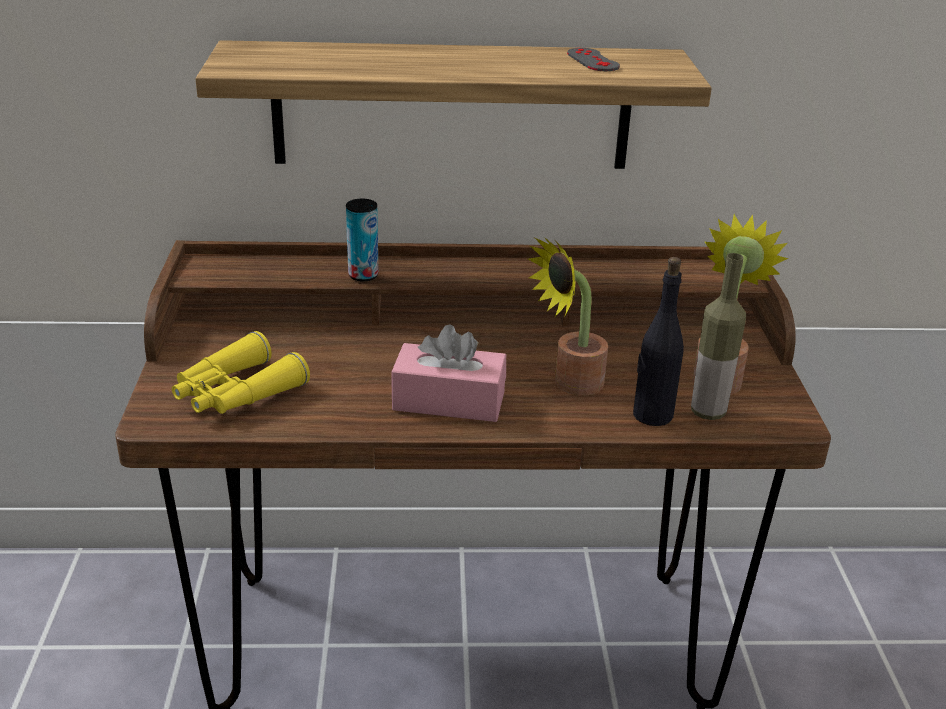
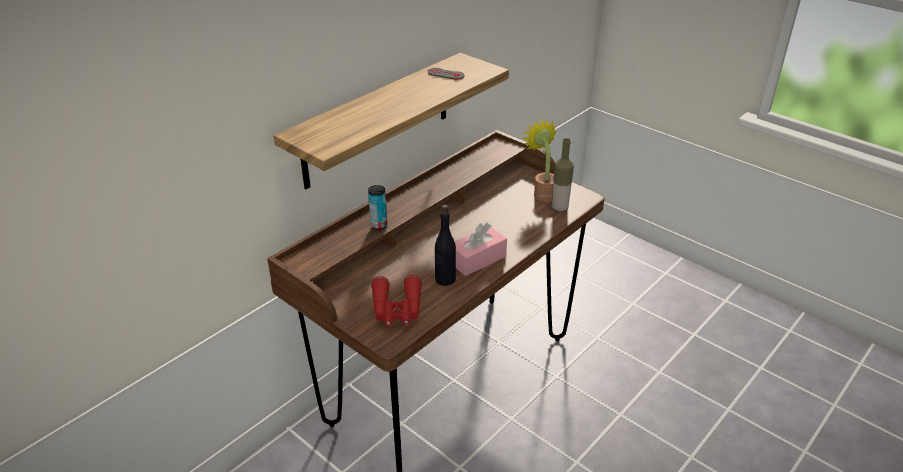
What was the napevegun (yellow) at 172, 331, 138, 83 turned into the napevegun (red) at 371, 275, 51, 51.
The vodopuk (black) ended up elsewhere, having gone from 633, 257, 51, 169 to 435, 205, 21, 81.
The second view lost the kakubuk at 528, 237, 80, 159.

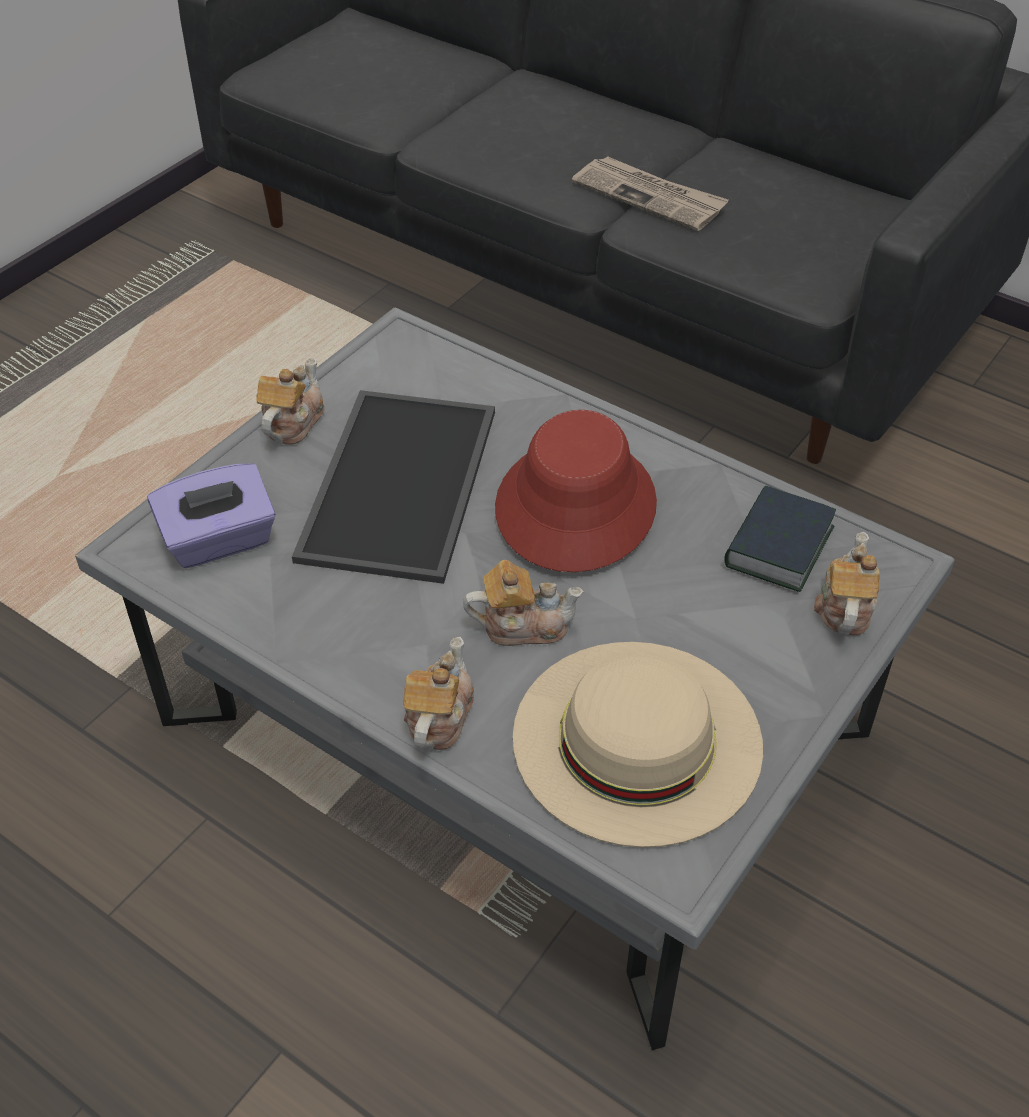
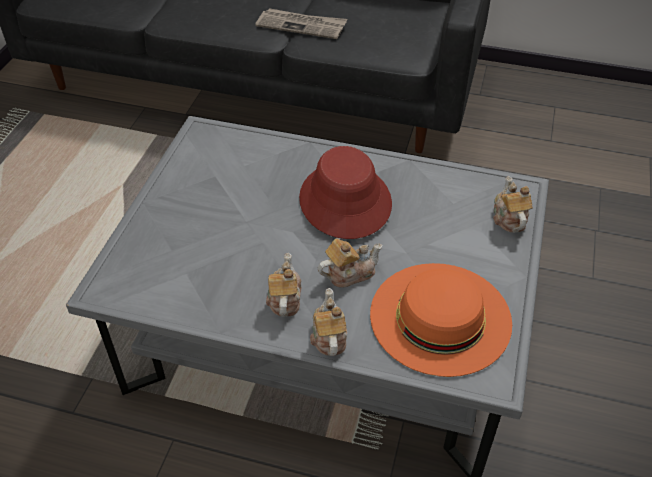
The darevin ended up elsewhere, having gone from 257, 358, 67, 86 to 266, 253, 35, 64.
What was the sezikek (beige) at 513, 642, 250, 206 turned into the sezikek (orange) at 370, 263, 142, 114.
The second view lost the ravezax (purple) at 147, 463, 129, 105.
The second view lost the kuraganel at 292, 390, 203, 194.
The second view lost the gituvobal at 724, 486, 112, 106.

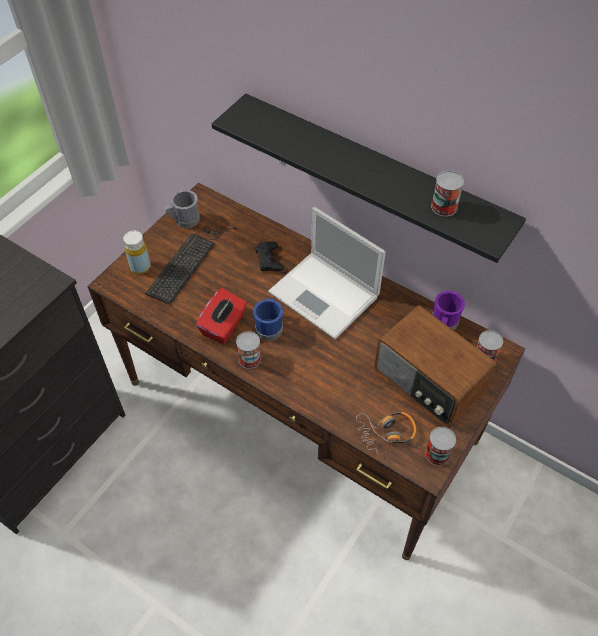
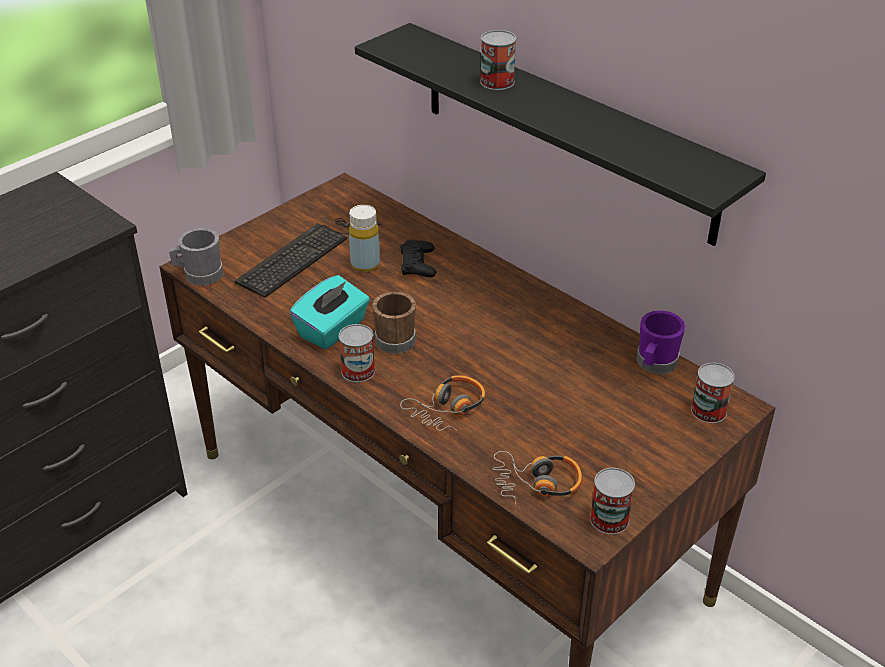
The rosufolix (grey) ended up elsewhere, having gone from 165, 190, 35, 38 to 169, 228, 54, 58.
What was the ravezax (red) at 196, 288, 51, 56 turned into the ravezax (turquoise) at 290, 275, 80, 74.
The vodopuk (yellow) ended up elsewhere, having gone from 123, 231, 28, 43 to 349, 205, 31, 67.
What was the rosufolix (blue) at 253, 298, 30, 43 turned into the rosufolix (brown) at 372, 292, 44, 62.
The second view gained the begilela at 400, 375, 85, 56.
The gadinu ended up elsewhere, having gone from 431, 171, 33, 46 to 480, 30, 36, 60.
The second view lost the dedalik at 268, 207, 118, 132.
The second view lost the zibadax at 374, 305, 122, 122.

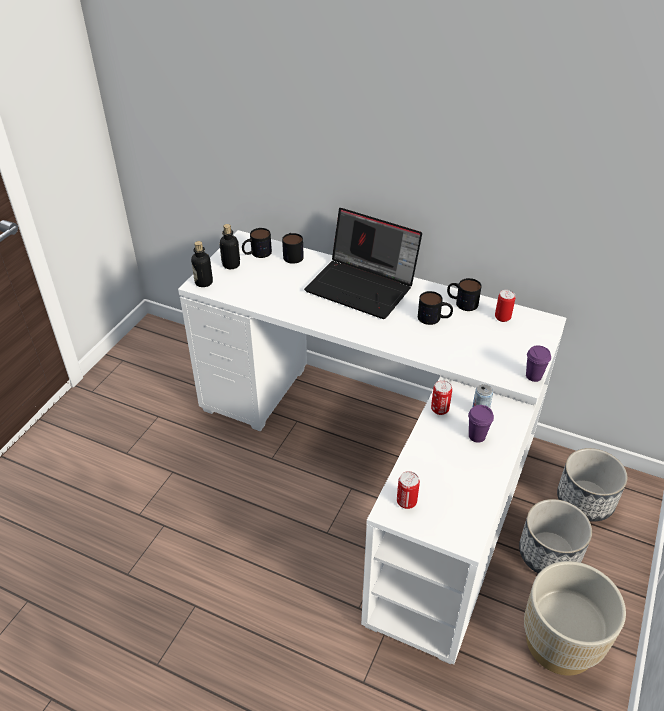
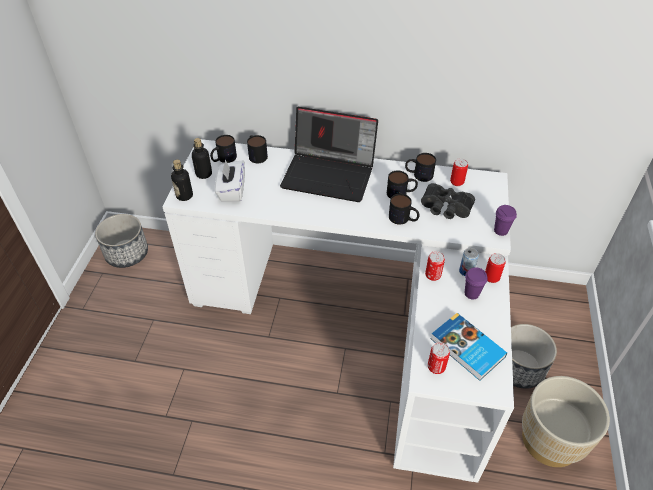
The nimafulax ended up elsewhere, having gone from 557, 448, 71, 73 to 95, 214, 53, 54.
The second view gained the ravezax (white) at 215, 160, 30, 42.
The second view gained the rosufolix at 389, 194, 31, 31.
The second view gained the napevegun (black) at 421, 183, 54, 36.
The second view gained the gituvobal at 431, 313, 76, 68.
The second view gained the gadinu at 485, 253, 21, 30.

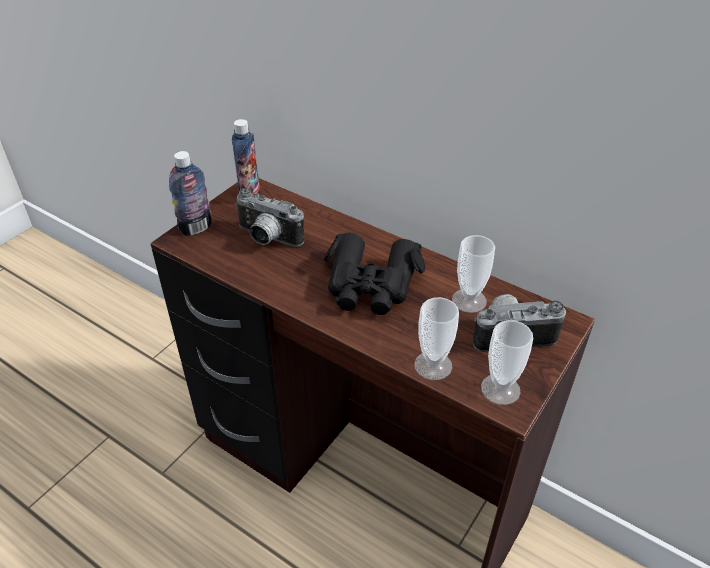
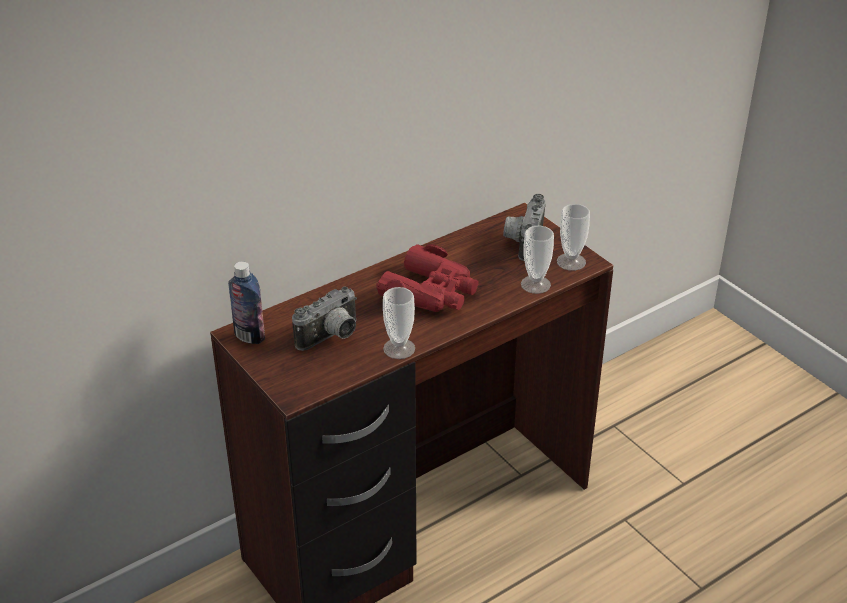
What was the napevegun (black) at 324, 233, 101, 82 turned into the napevegun (red) at 376, 244, 103, 68.
The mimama ended up elsewhere, having gone from 452, 235, 43, 78 to 383, 287, 32, 72.
The second view lost the vodopuk at 169, 151, 43, 85.

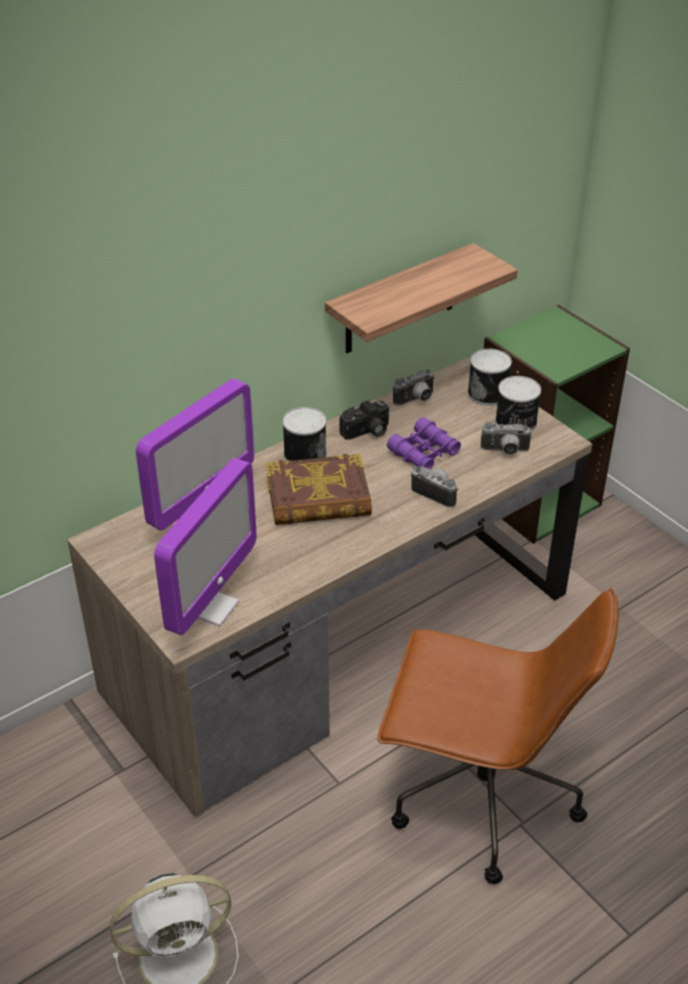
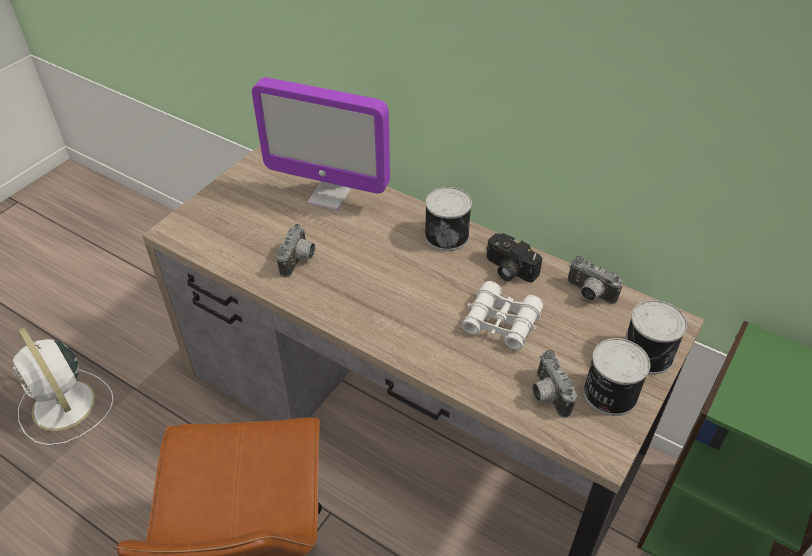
The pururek ended up elsewhere, having gone from 411, 467, 48, 40 to 276, 224, 39, 54.
What was the napevegun (purple) at 387, 417, 74, 53 turned into the napevegun (white) at 462, 281, 81, 69.
The second view lost the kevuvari at 154, 458, 103, 177.
The second view lost the gituvobal at 266, 454, 106, 71.
The second view lost the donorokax at 325, 243, 193, 110.

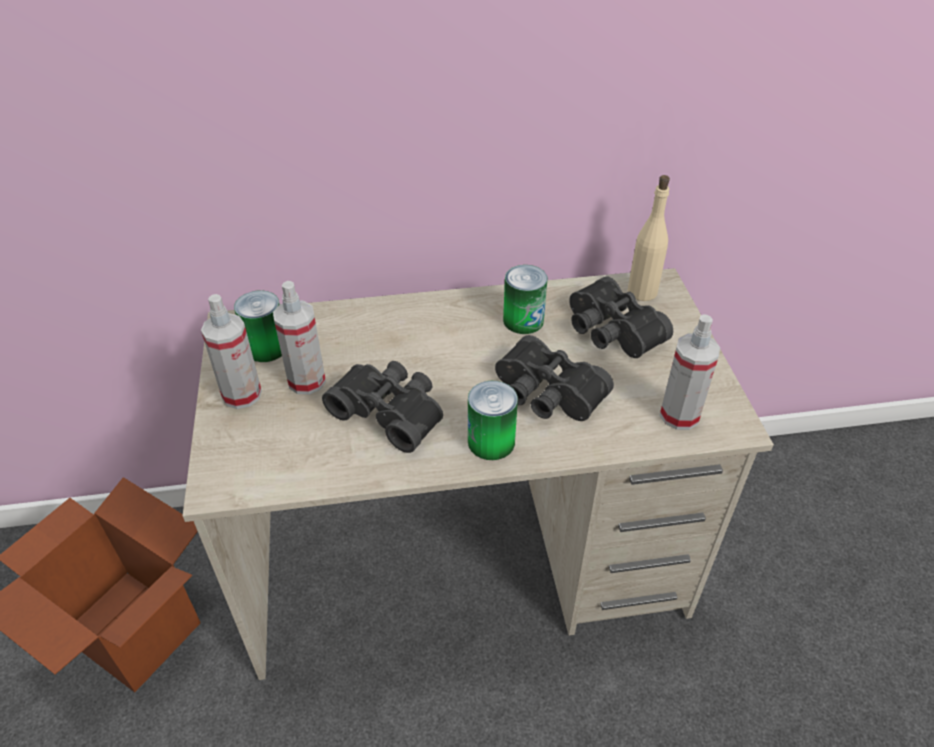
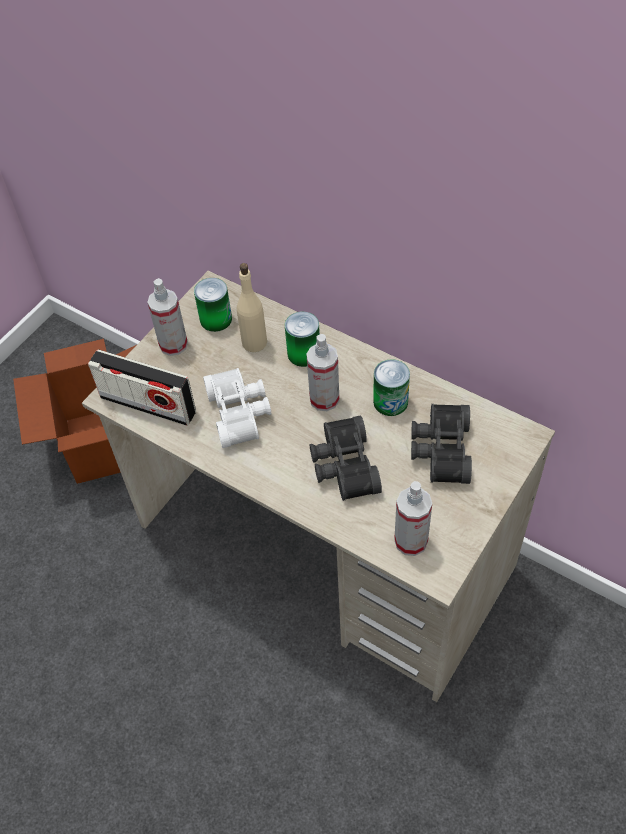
The second view gained the zibadax at 88, 349, 108, 77.
What was the napevegun (black) at 322, 361, 121, 92 turned into the napevegun (white) at 203, 368, 68, 80.
The vodopuk (beige) ended up elsewhere, having gone from 627, 175, 43, 126 to 237, 263, 30, 89.
The gadinu ended up elsewhere, having gone from 468, 381, 50, 79 to 285, 312, 35, 55.
The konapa ended up elsewhere, having gone from 273, 281, 53, 114 to 306, 334, 33, 77.

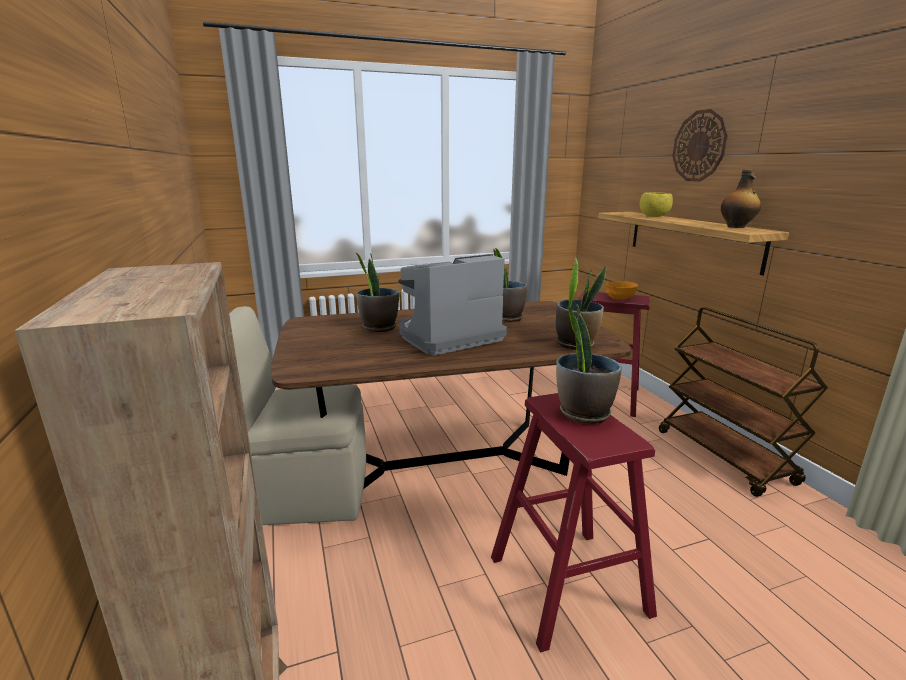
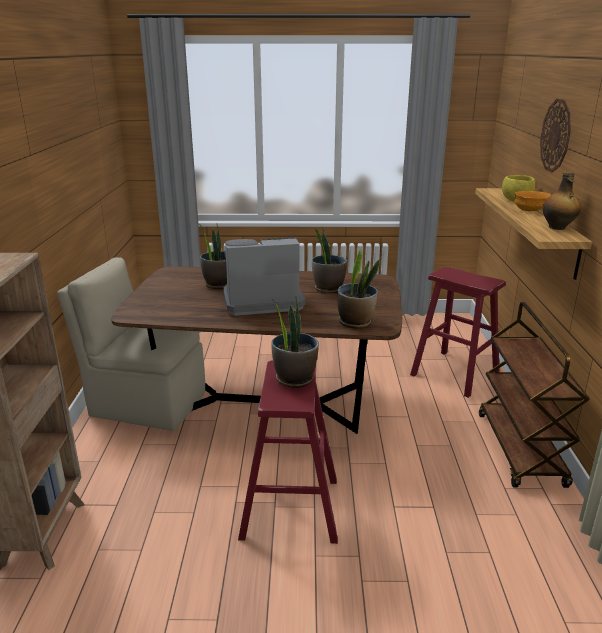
The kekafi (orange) ended up elsewhere, having gone from 605, 281, 33, 19 to 514, 191, 37, 20.

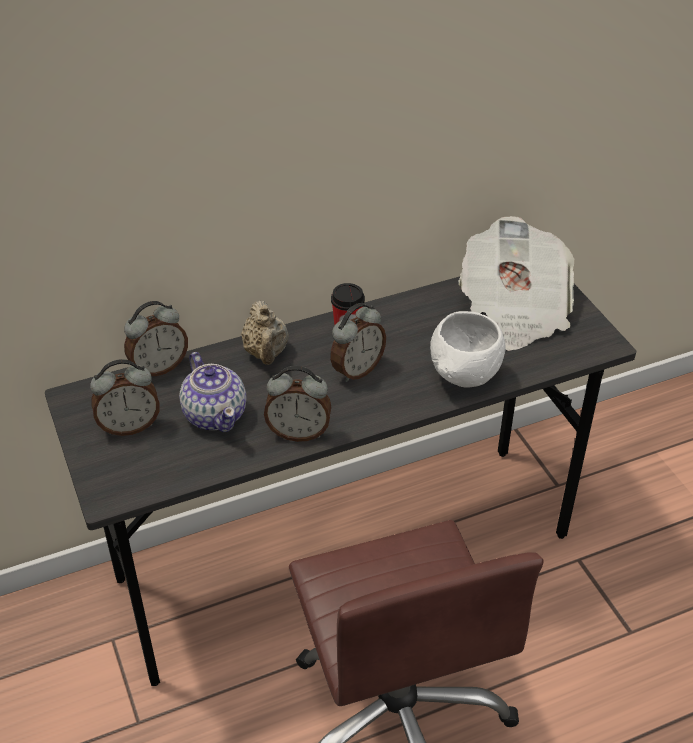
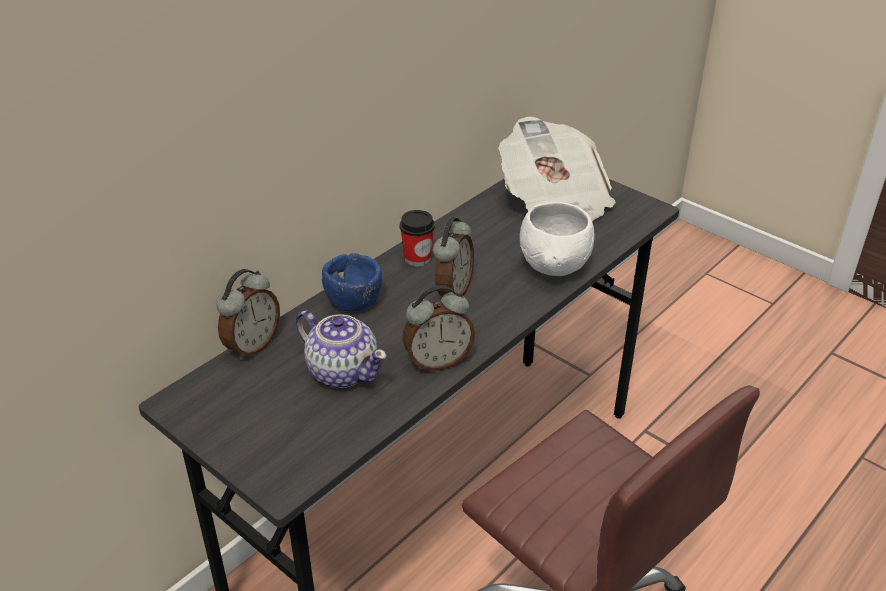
Where the darevin (beige) stood at 241, 301, 48, 64, the kekafi (blue) came to stand at 322, 253, 60, 58.
The second view lost the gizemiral at 90, 359, 70, 77.

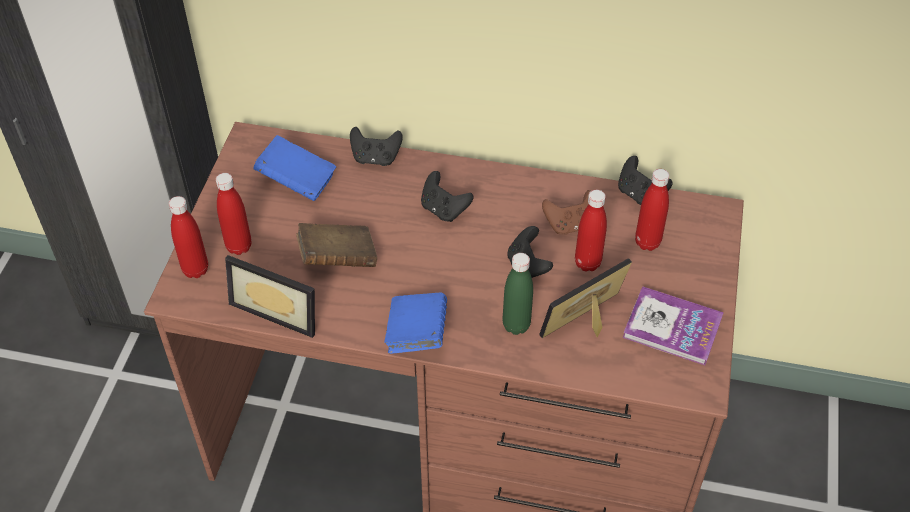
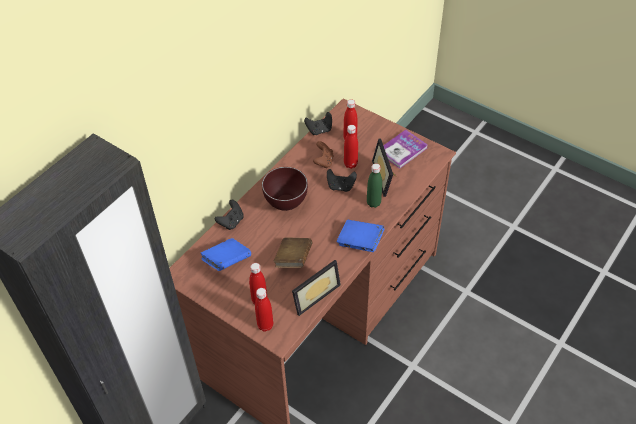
Where the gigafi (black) stood at 421, 171, 52, 51, the kekafi (brown) came to stand at 262, 167, 46, 44.

